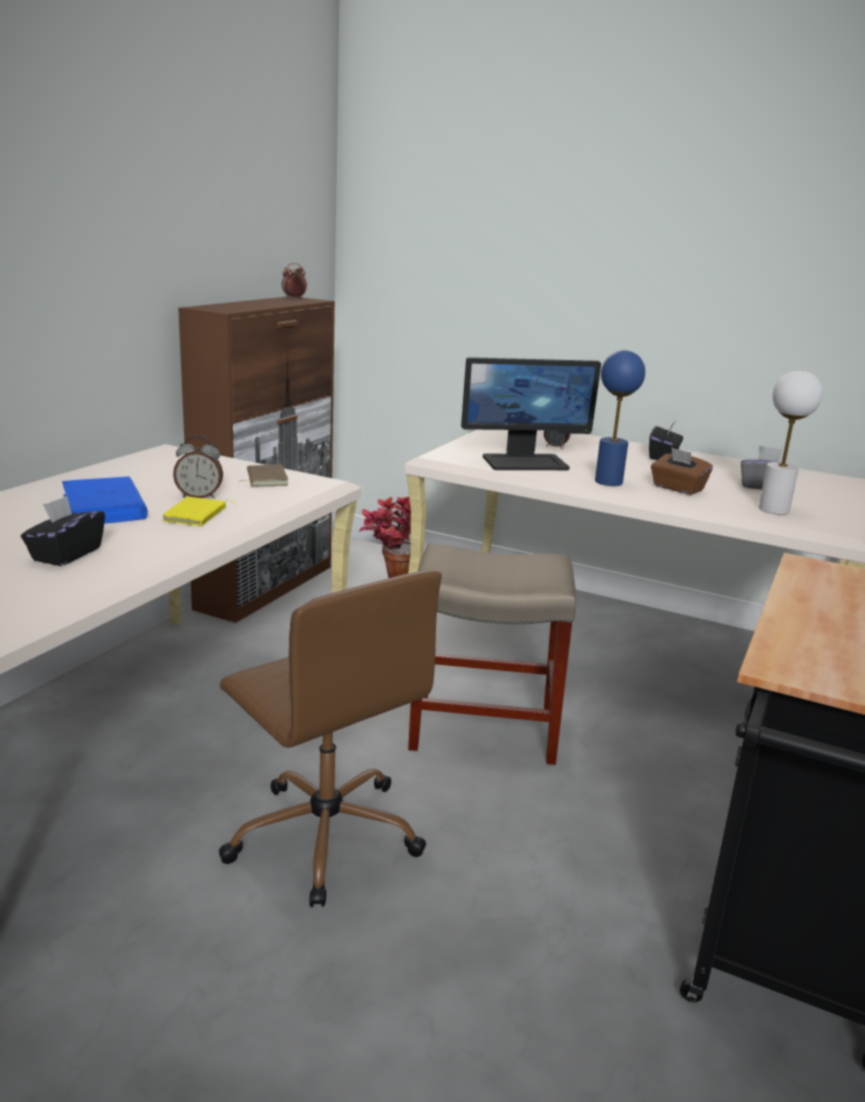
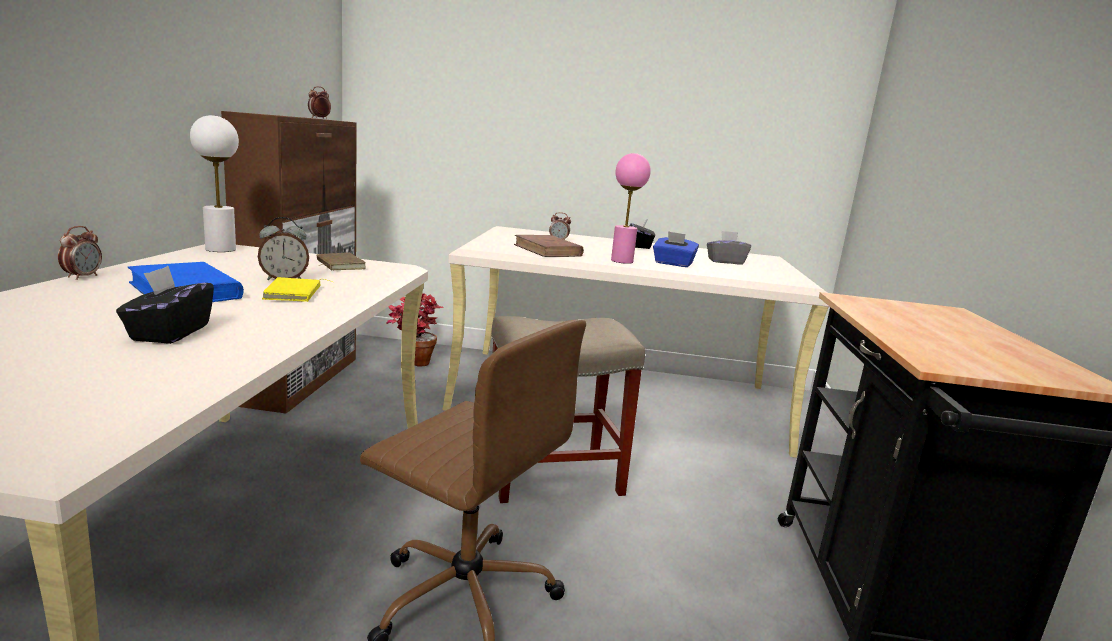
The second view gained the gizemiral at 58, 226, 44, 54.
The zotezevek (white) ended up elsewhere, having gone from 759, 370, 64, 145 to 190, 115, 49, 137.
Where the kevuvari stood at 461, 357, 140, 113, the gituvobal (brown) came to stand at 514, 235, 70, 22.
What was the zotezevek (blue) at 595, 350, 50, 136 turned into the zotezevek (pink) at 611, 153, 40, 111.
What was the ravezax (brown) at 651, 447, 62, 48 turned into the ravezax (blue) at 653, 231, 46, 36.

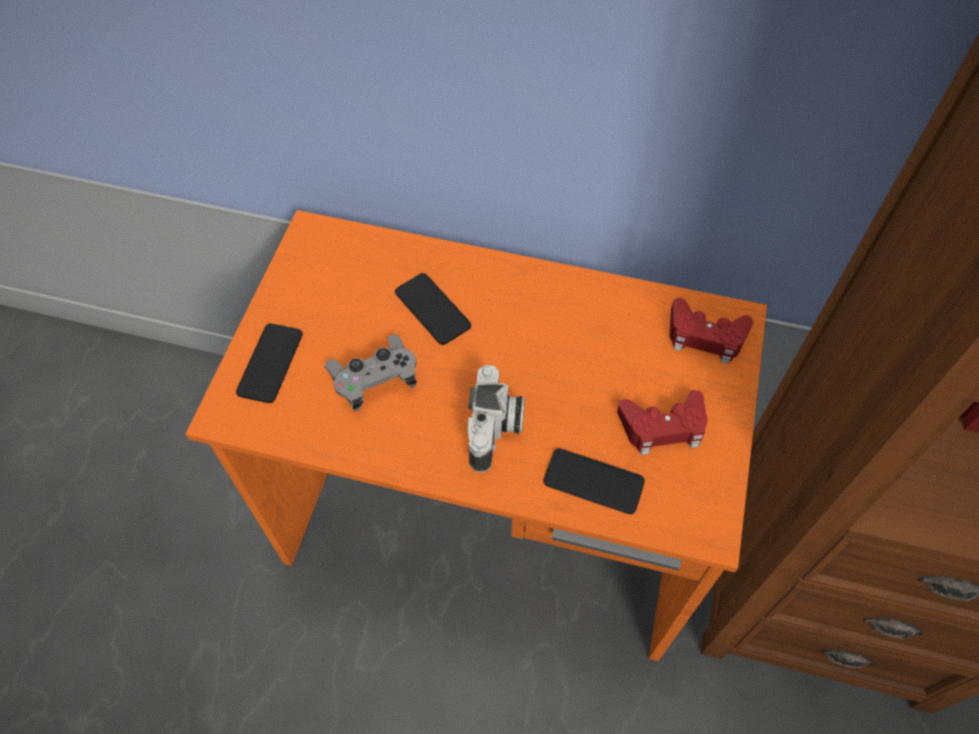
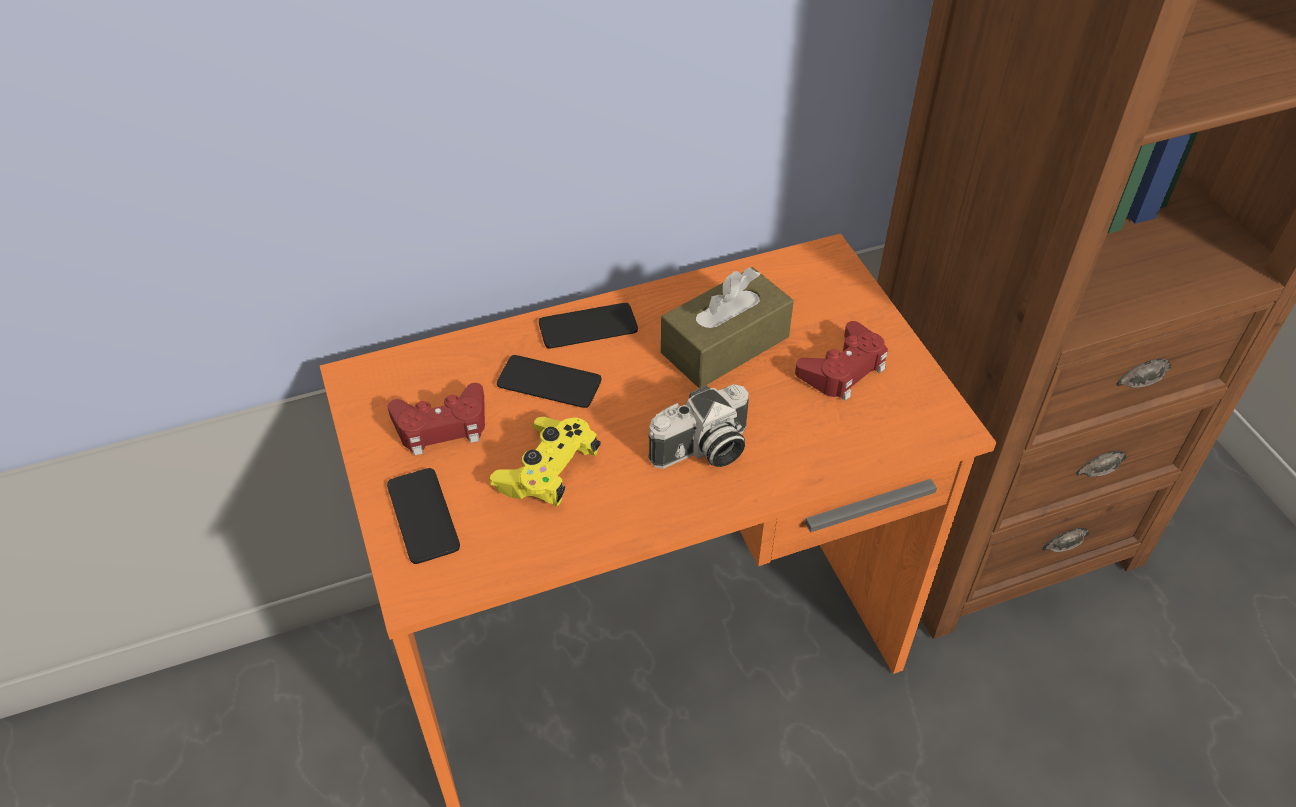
The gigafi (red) ended up elsewhere, having gone from 669, 298, 85, 66 to 388, 383, 97, 72.
What was the gigafi (grey) at 324, 334, 93, 78 turned into the gigafi (yellow) at 490, 417, 110, 90.
The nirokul ended up elsewhere, having gone from 544, 448, 101, 66 to 539, 303, 99, 45.
The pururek at 468, 365, 57, 107 ended up facing another way, 90 degrees clockwise from before.
The second view gained the ravezax (brown) at 661, 267, 133, 121.

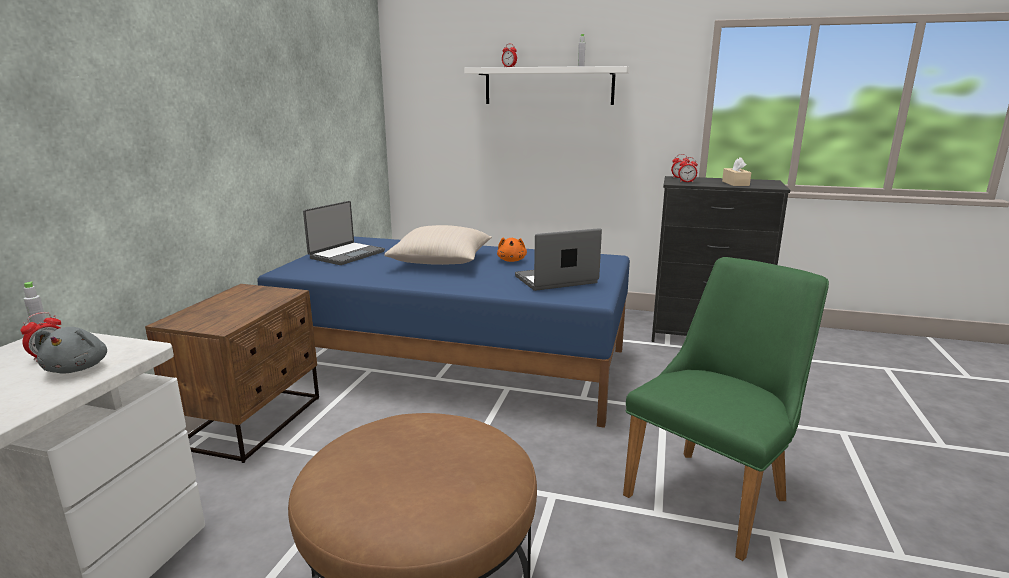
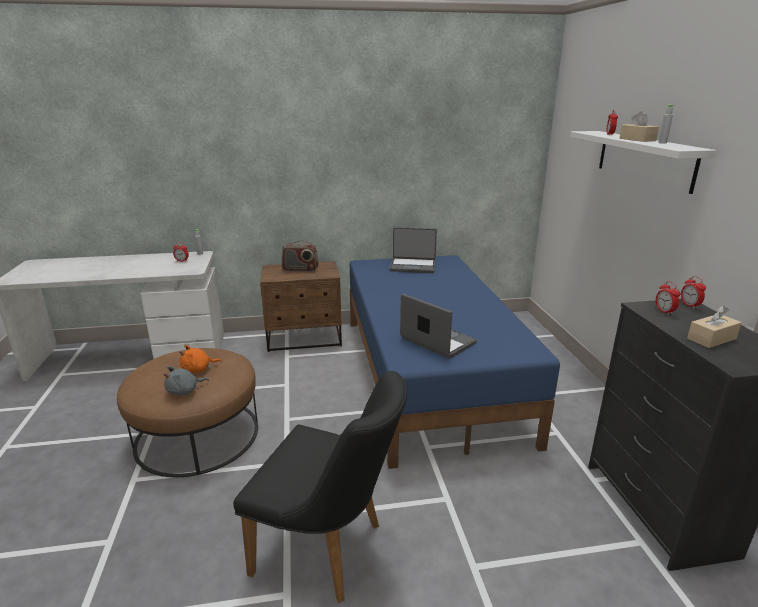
The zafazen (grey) ended up elsewhere, having gone from 35, 327, 72, 47 to 164, 366, 45, 29.
The zafazen (orange) ended up elsewhere, having gone from 497, 238, 30, 24 to 179, 345, 43, 28.
What was the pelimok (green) at 623, 257, 206, 304 turned into the pelimok (black) at 233, 371, 174, 232.
The second view gained the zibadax at 282, 240, 36, 32.
The second view gained the ravezax (beige) at 619, 111, 40, 31.
The second view lost the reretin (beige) at 384, 225, 108, 40.

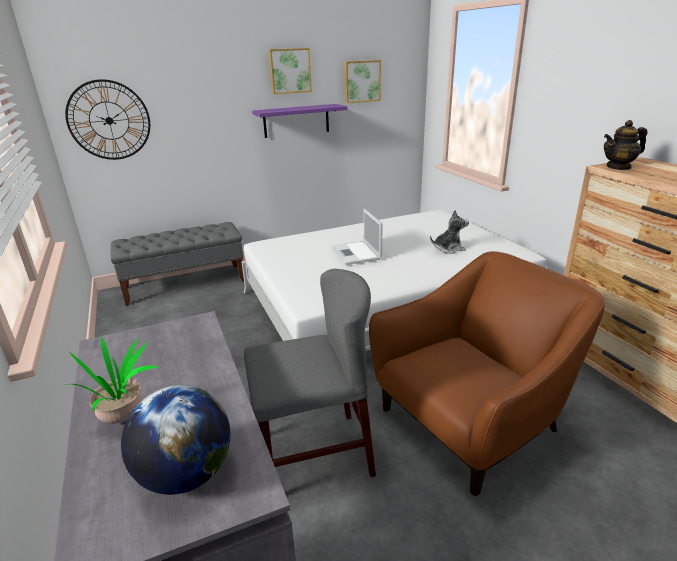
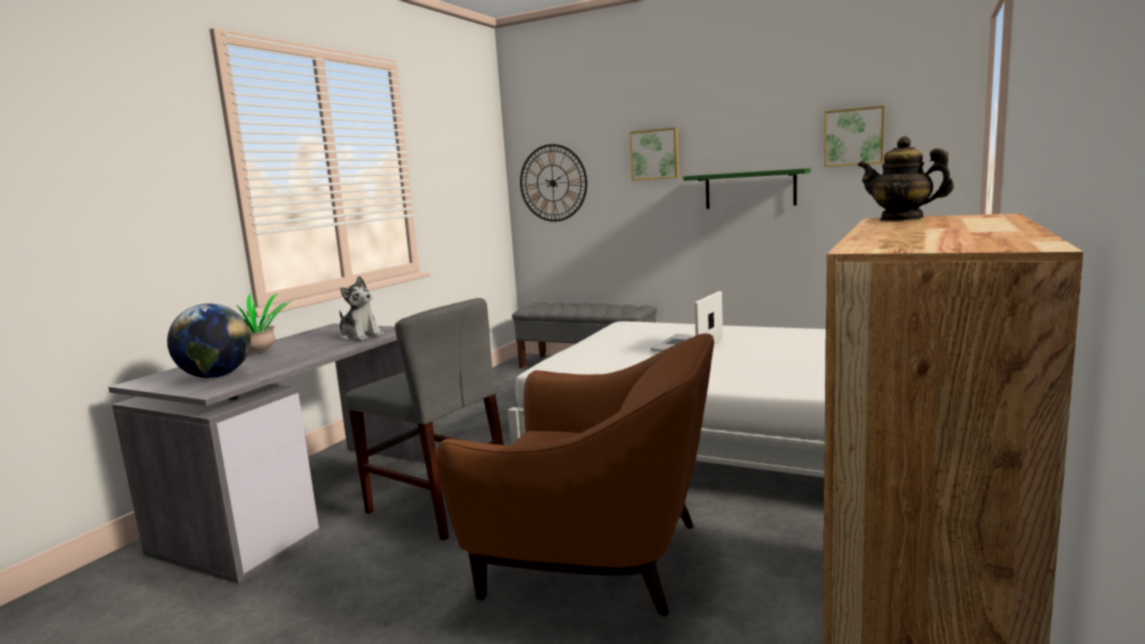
The zafazen ended up elsewhere, having gone from 430, 210, 39, 44 to 339, 276, 45, 65.
The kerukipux ended up elsewhere, having gone from 269, 48, 43, 46 to 630, 127, 49, 54.
What was the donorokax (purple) at 252, 104, 95, 34 turned into the donorokax (green) at 683, 168, 128, 41.

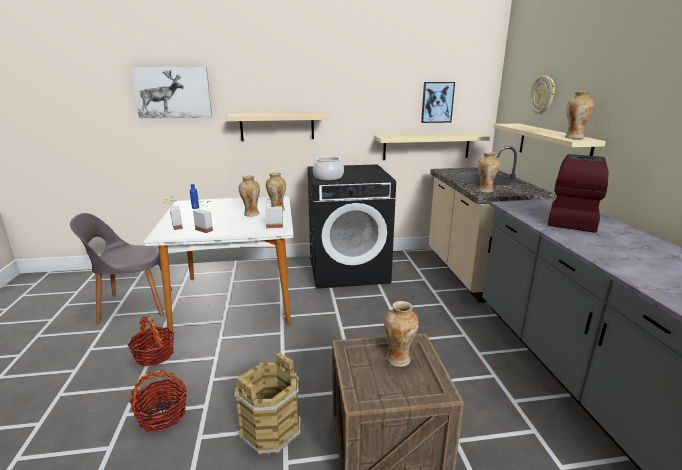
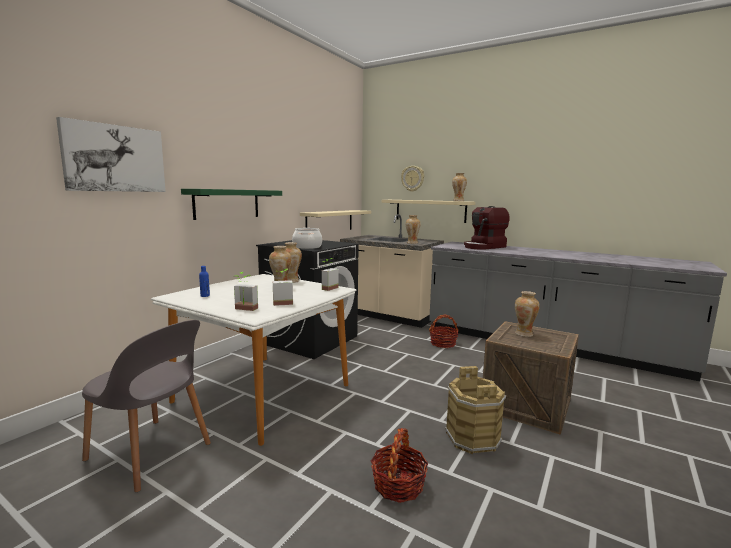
The pelimok (grey) at 70, 213, 102, 110 ended up facing another way, 90 degrees counterclockwise from before.
What was the donorokax (beige) at 226, 113, 100, 28 turned into the donorokax (green) at 181, 189, 101, 31.
The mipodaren ended up elsewhere, having gone from 128, 316, 46, 50 to 429, 314, 30, 34.
The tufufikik at 548, 154, 61, 79 ended up facing another way, 105 degrees counterclockwise from before.
The second view lost the kerukipux at 421, 82, 34, 41.

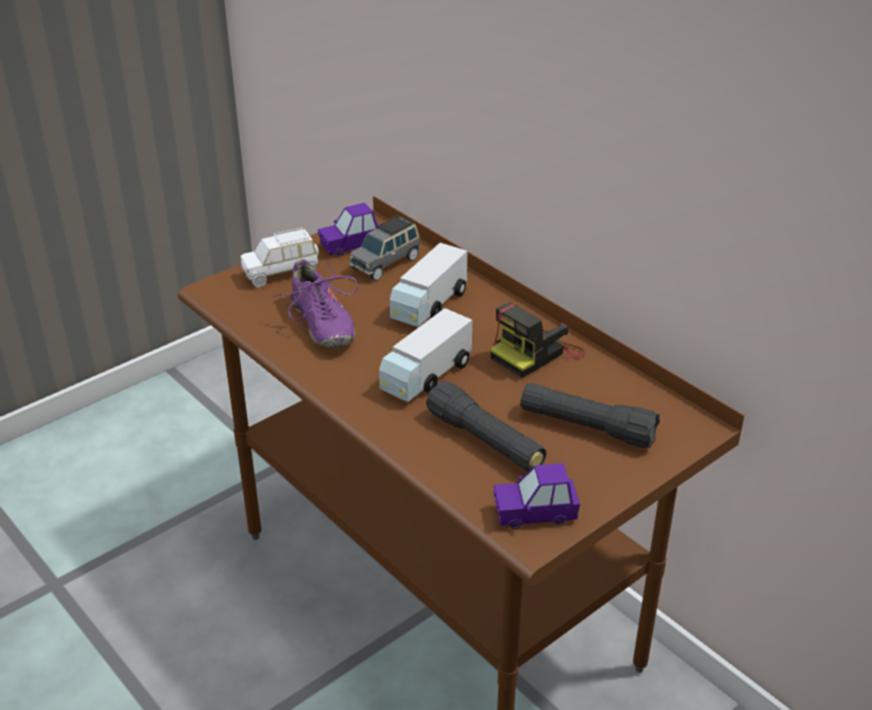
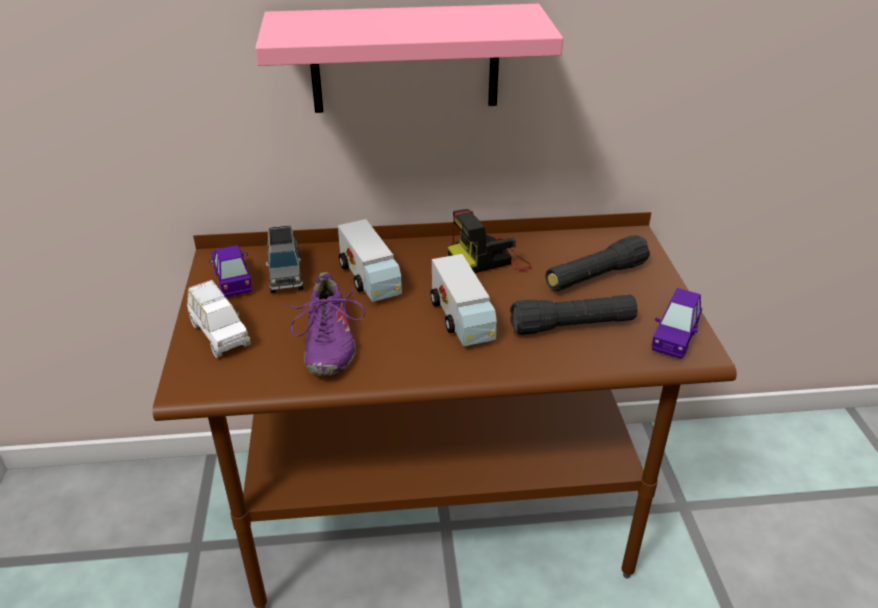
The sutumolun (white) at 240, 227, 79, 60 ended up facing another way, 45 degrees counterclockwise from before.
The sutumolun (purple) at 318, 203, 61, 53 ended up facing another way, 150 degrees clockwise from before.
The second view gained the donorokax (pink) at 255, 4, 308, 109.
The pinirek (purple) at 273, 259, 86, 89 ended up facing another way, 75 degrees clockwise from before.
The pururek at 490, 302, 96, 76 ended up facing another way, 75 degrees clockwise from before.

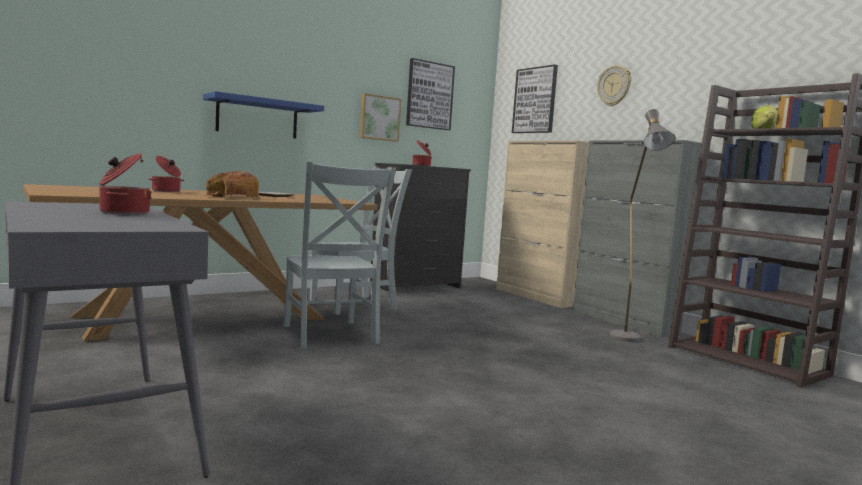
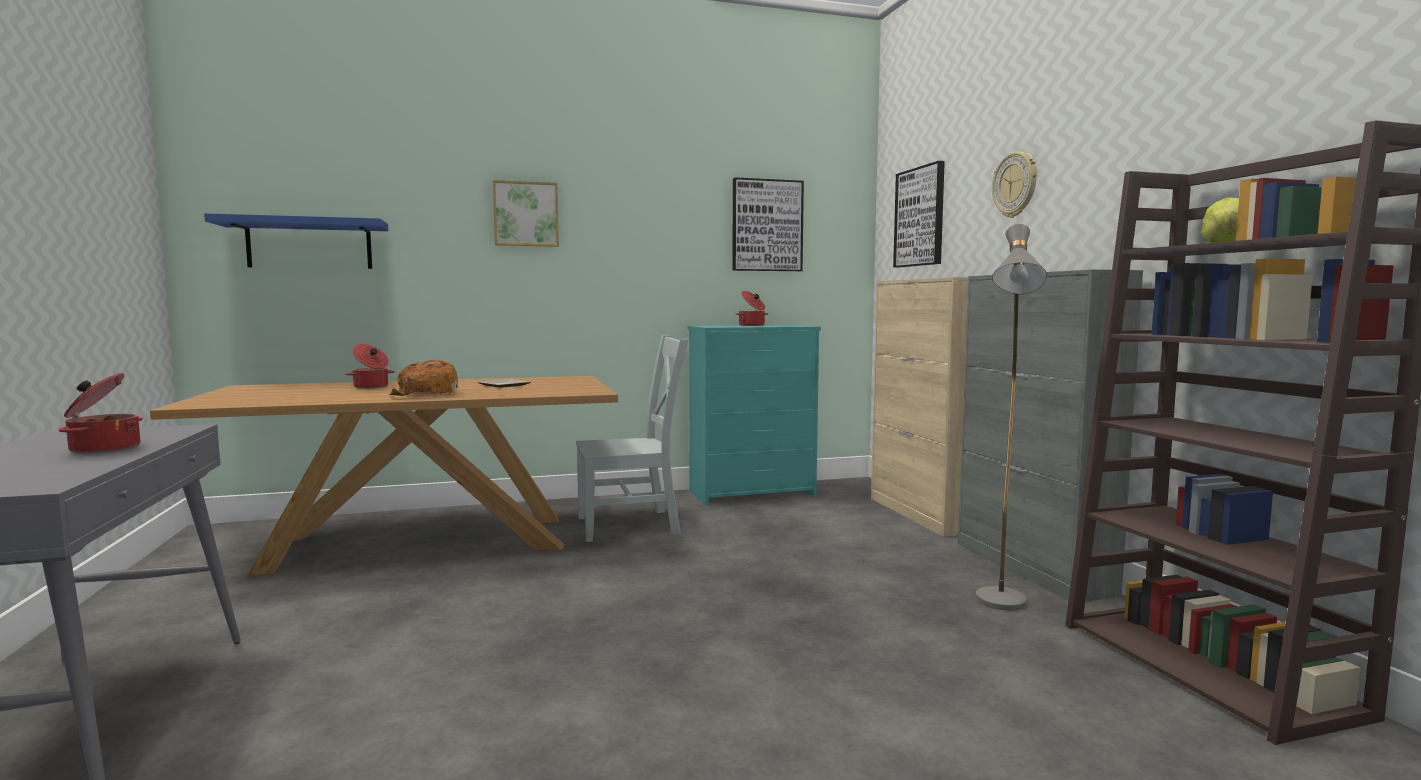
The donorokax (blue) ended up elsewhere, having gone from 203, 91, 121, 47 to 204, 213, 184, 56.
The kerukipux ended up elsewhere, having gone from 360, 93, 41, 49 to 493, 180, 66, 67.
What was the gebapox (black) at 370, 163, 101, 129 turned into the gebapox (turquoise) at 688, 325, 133, 181.
The second view lost the pelimok (grey) at 284, 161, 112, 188.

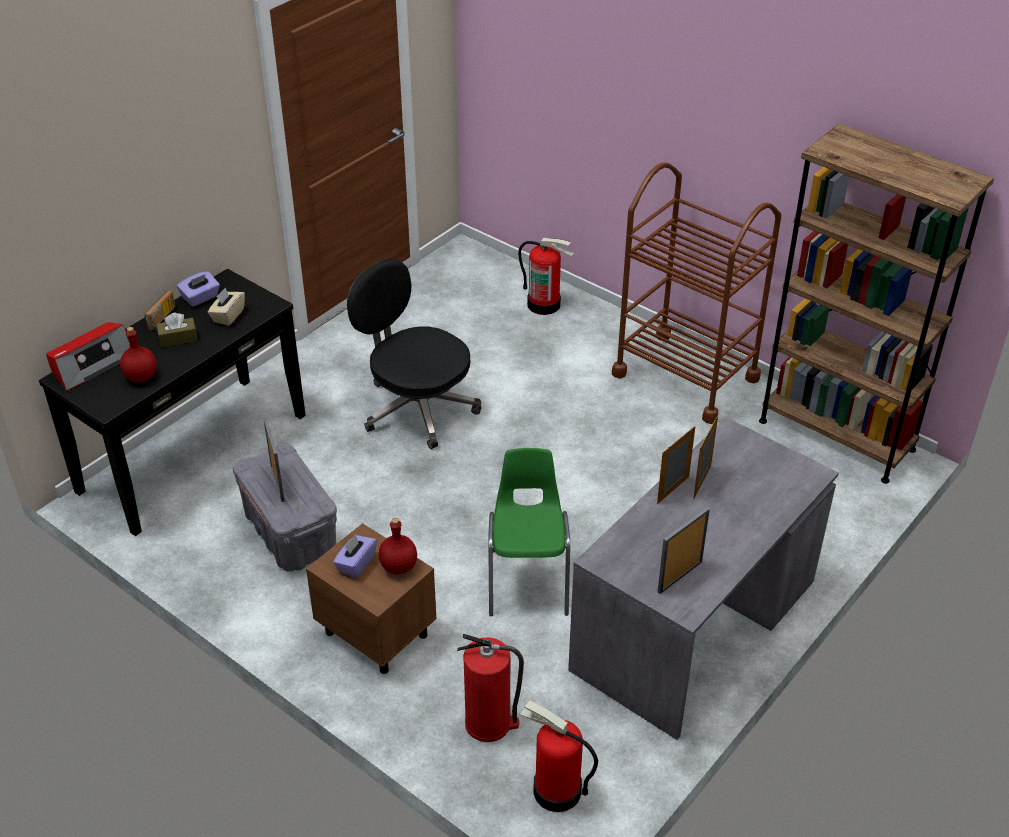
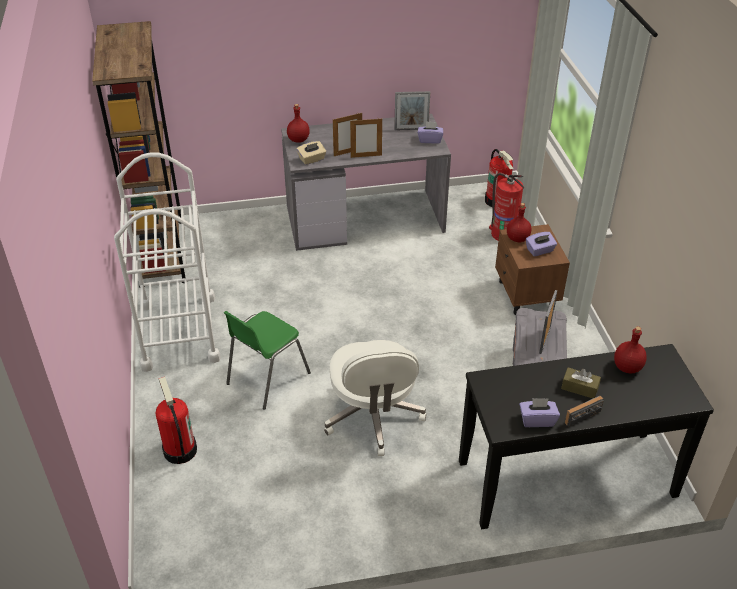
What was the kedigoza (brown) at 612, 163, 170, 261 turned into the kedigoza (white) at 114, 152, 107, 220.
The pelimok (green) ended up elsewhere, having gone from 488, 448, 82, 168 to 224, 311, 87, 98.
The second view gained the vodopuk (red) at 287, 104, 23, 39.
The ravezax (beige) ended up elsewhere, having gone from 208, 287, 37, 39 to 297, 141, 29, 24.
What was the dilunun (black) at 347, 259, 135, 190 turned into the dilunun (white) at 324, 340, 102, 116.
The second view gained the ravezax (purple) at 418, 121, 25, 23.
The second view lost the zibadax at 46, 322, 84, 69.

